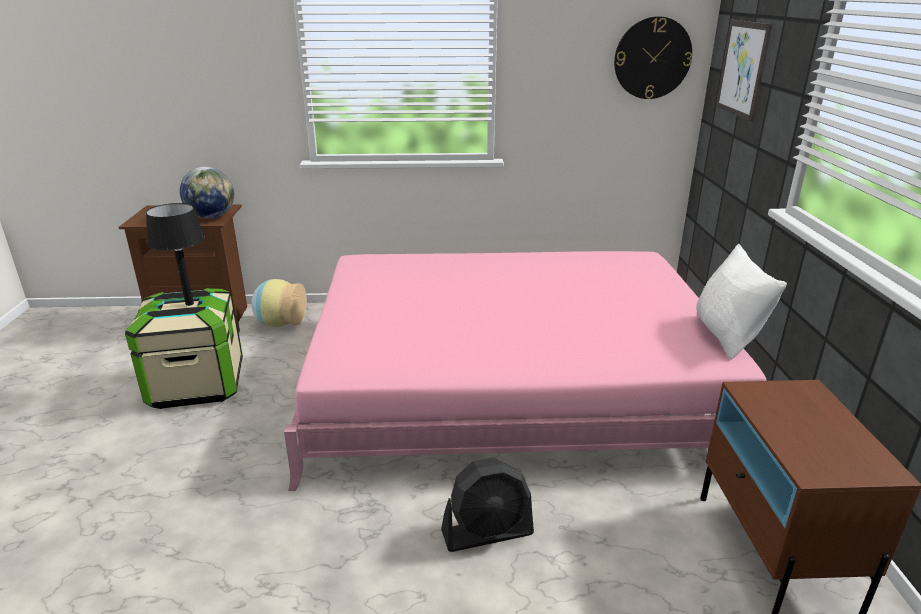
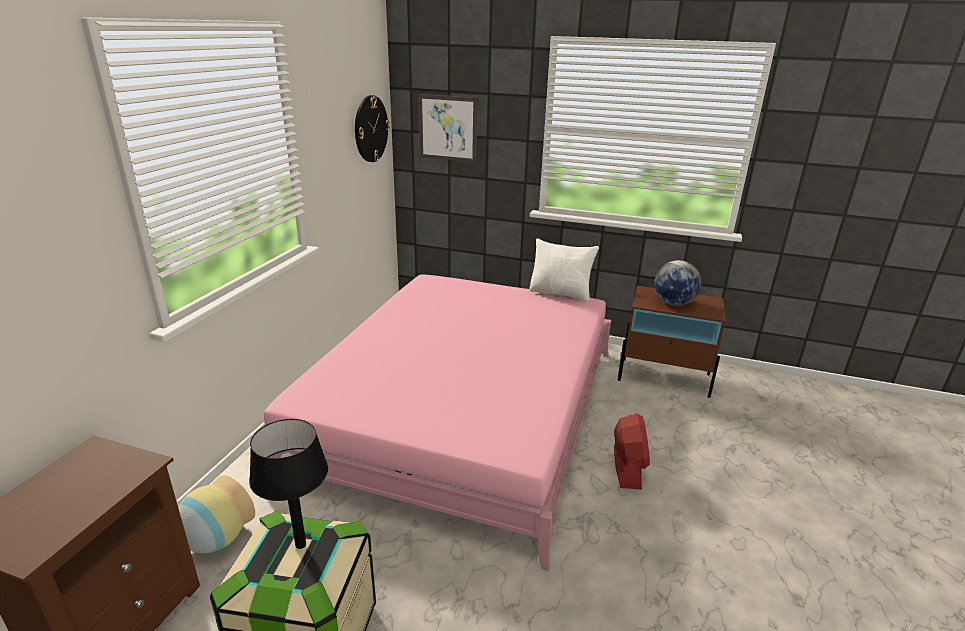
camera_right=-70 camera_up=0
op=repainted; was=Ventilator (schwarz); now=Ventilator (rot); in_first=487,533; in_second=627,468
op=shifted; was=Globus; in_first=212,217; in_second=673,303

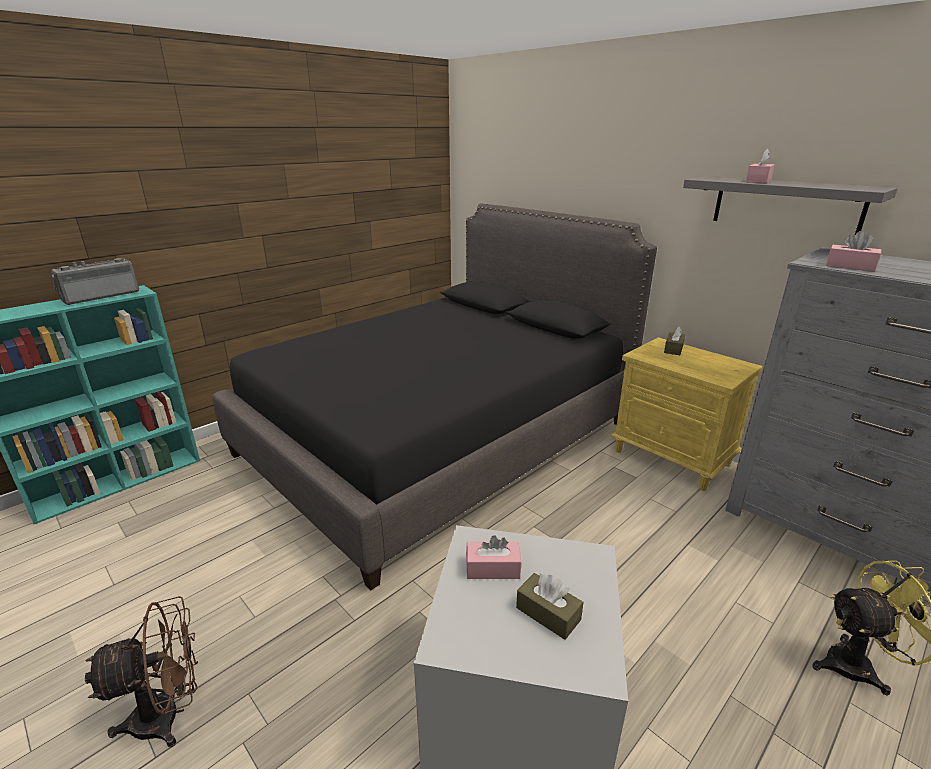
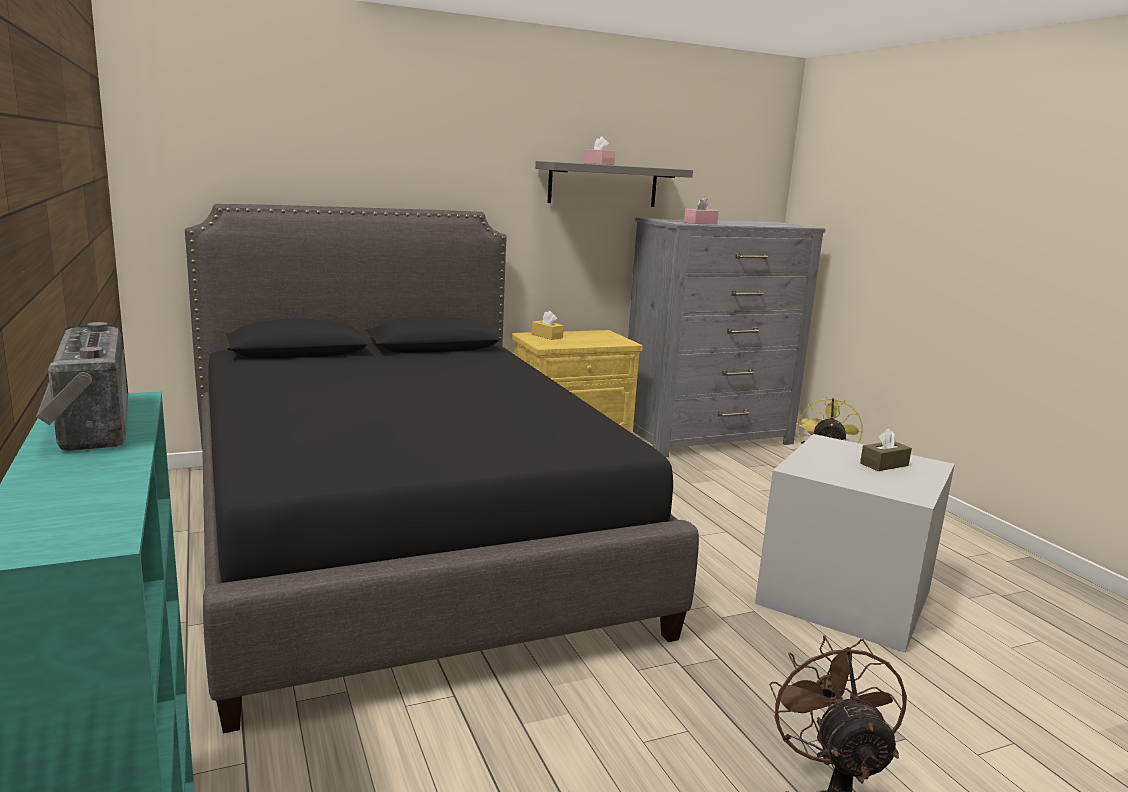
camera_right=-70 camera_up=-10
op=repainted; was=Taschentuchbox (braun); now=Taschentuchbox (gelb); in_first=673,349; in_second=547,336
op=gone; was=Taschentuchbox (rosa); in_first=492,568

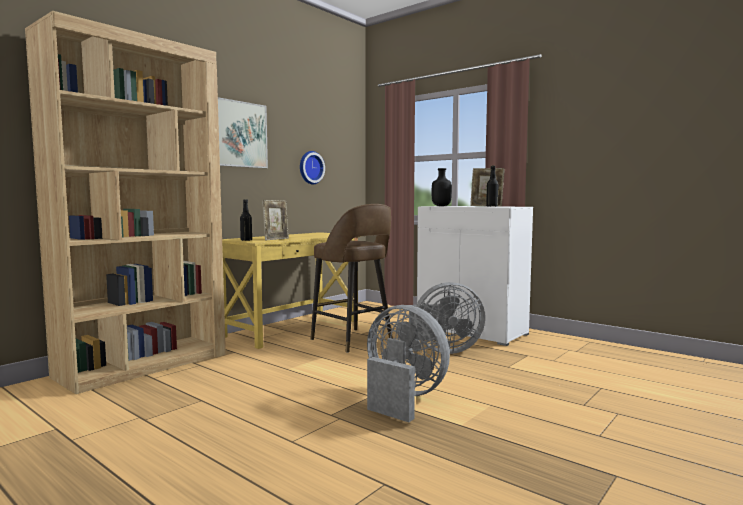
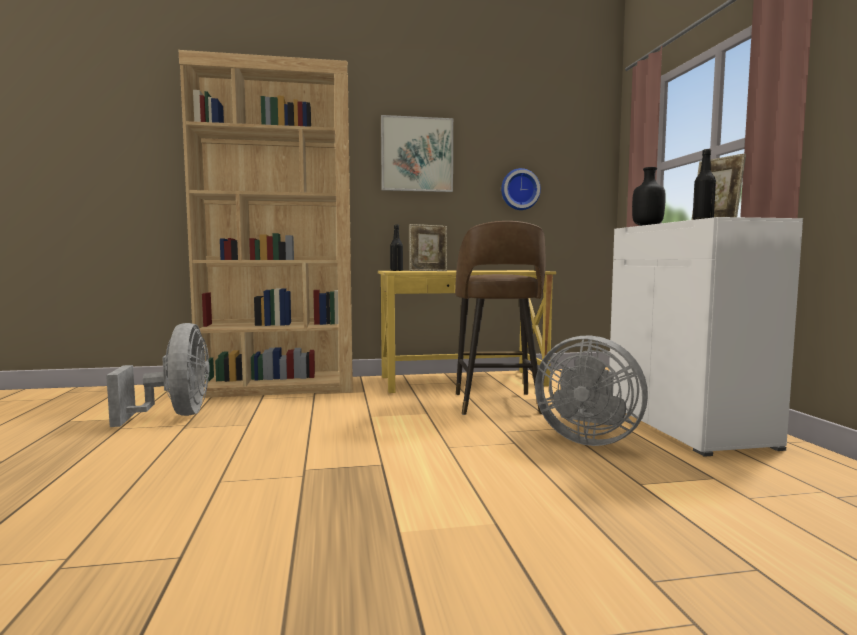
camera_right=40 camera_up=0
op=shifted; was=Ventilator (grau); in_first=402,399; in_second=176,415

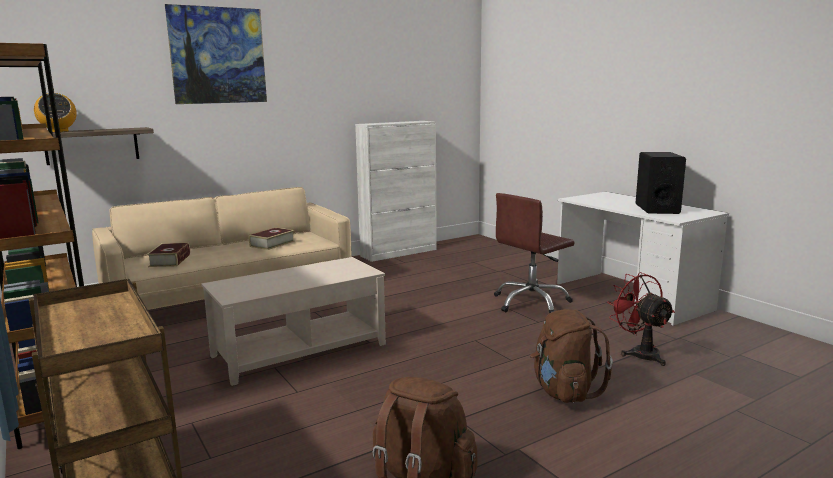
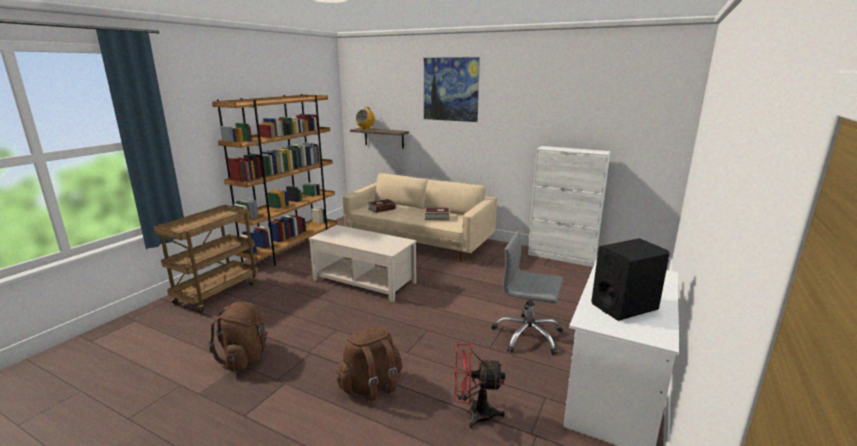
camera_right=60 camera_up=5
op=rotated; was=Ventilator (rot); in_first=639,353; in_second=474,413; clockwise=-120
op=repainted; was=Bürostuhl (braun); now=Bürostuhl (grau); in_first=531,303; in_second=527,336

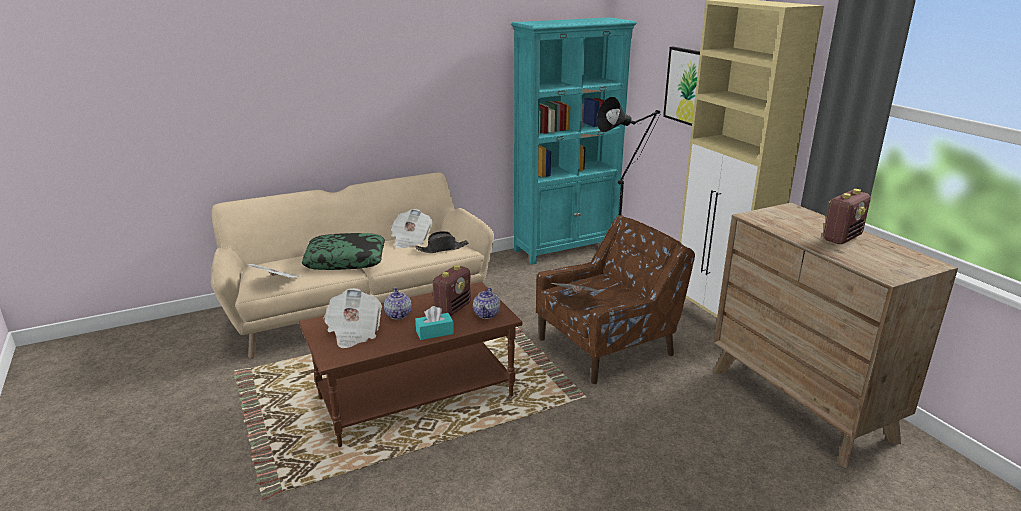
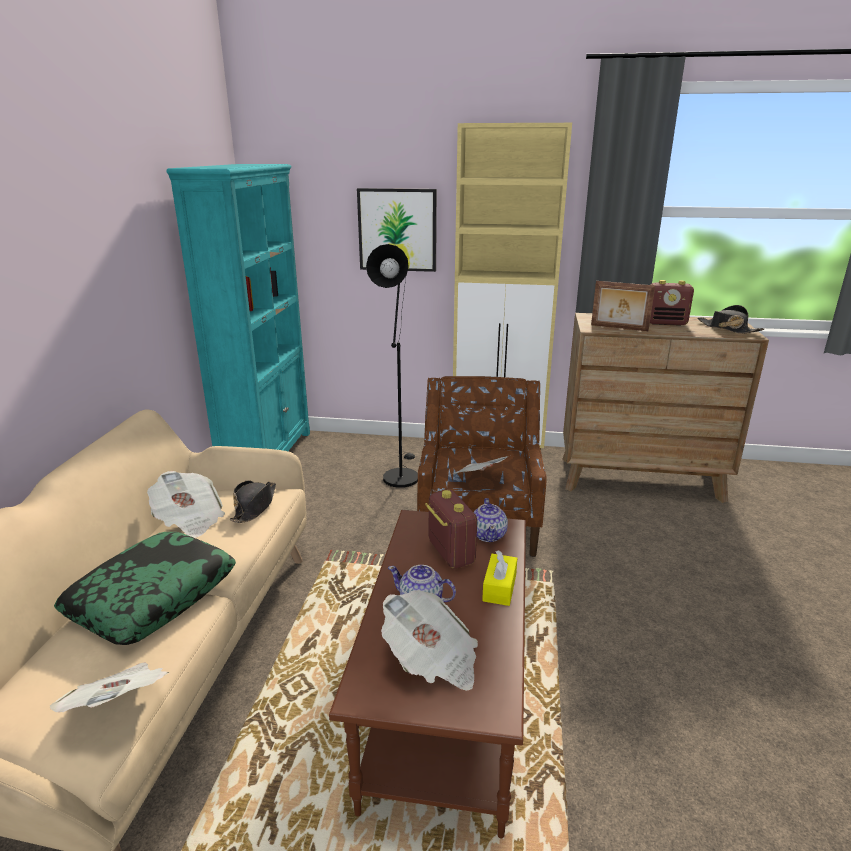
camera_right=-55 camera_up=0
op=rotated; was=Teekanne; in_first=487,314; in_second=488,535; clockwise=45
op=repainted; was=Taschentuchbox (türkis); now=Taschentuchbox (gelb); in_first=434,332; in_second=499,587
op=new; now=Bilderrahmen; in_second=619,328
op=rotated; was=Radio; in_first=842,238; in_second=666,323; clockwise=105
op=new; now=Hut (schwarz); in_second=728,329

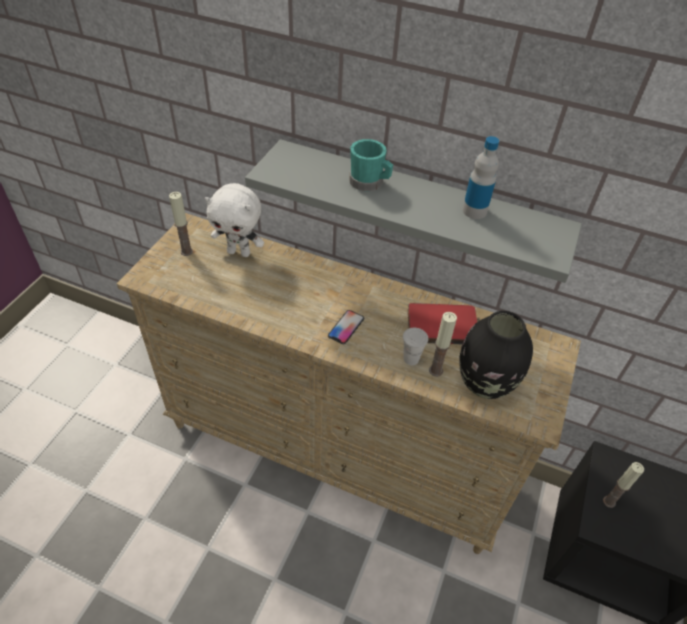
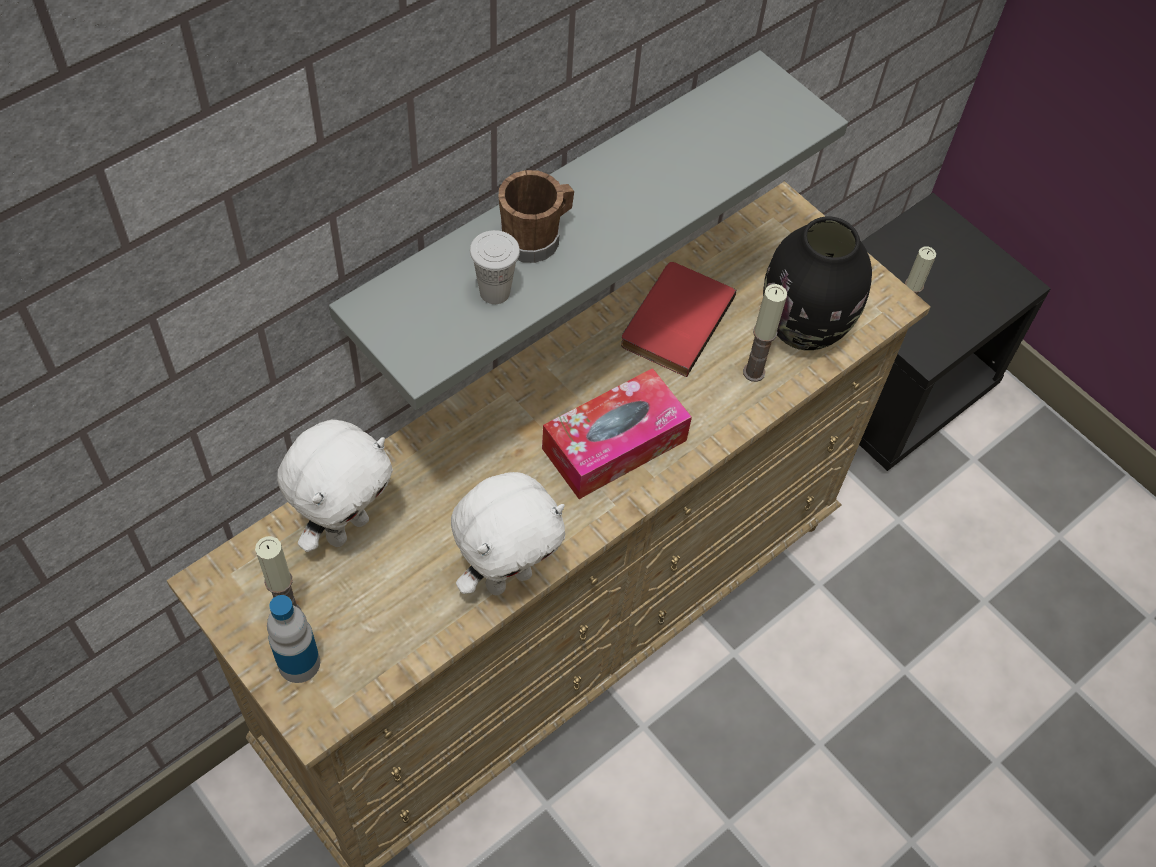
camera_right=-65 camera_up=10
op=shifted; was=Flasche; in_first=474,211; in_second=299,663
op=new; now=Plüschtier (weiß); in_second=508,577
op=shifted; was=Tasse (weiß); in_first=411,359; in_second=494,292
op=repainted; was=Henkelbecher (türkis); now=Henkelbecher (braun); in_first=369,183; in_second=536,237
op=swapped; was=Handy; now=Taschentuchbox; in_first=346,327; in_second=614,444

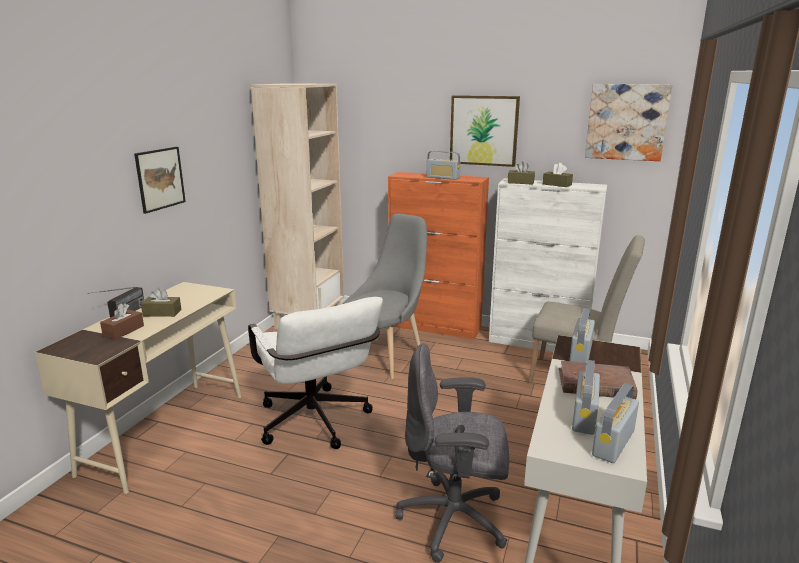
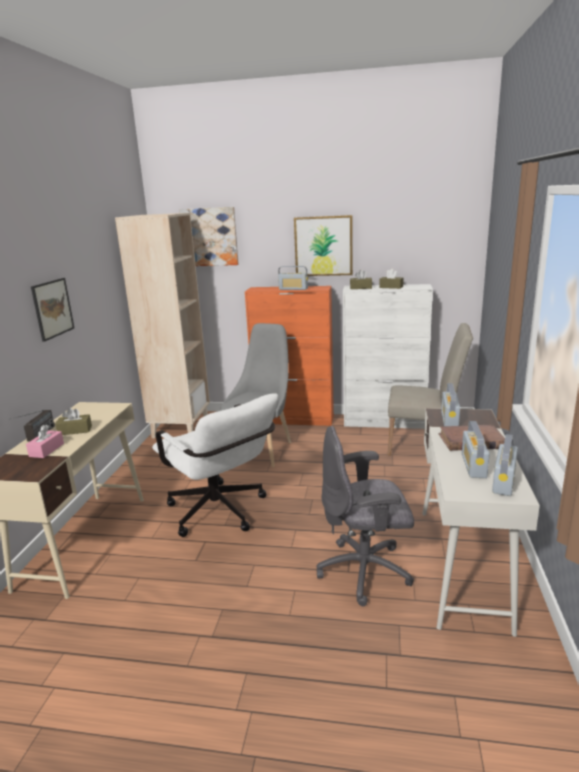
camera_right=-10 camera_up=0
op=repainted; was=Taschentuchbox (braun); now=Taschentuchbox (rosa); in_first=123,331; in_second=46,450
op=shifted; was=Bild; in_first=626,122; in_second=209,237

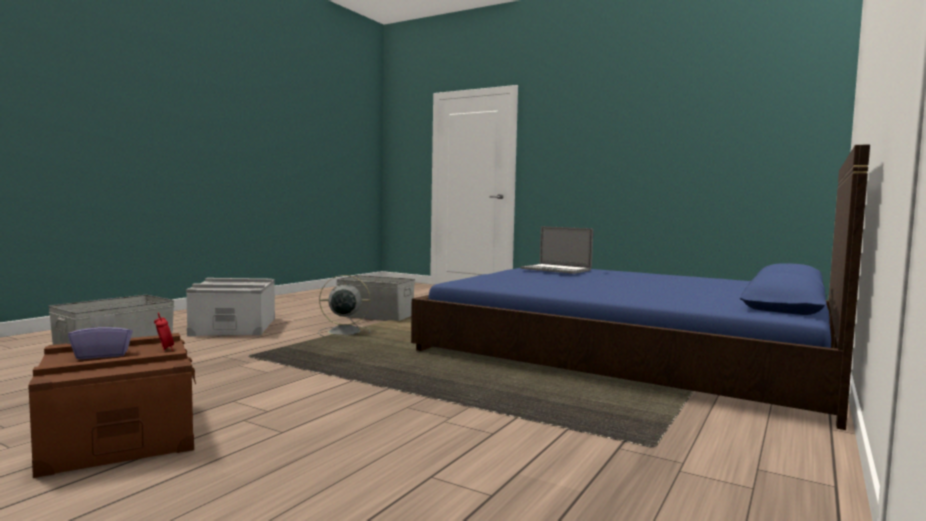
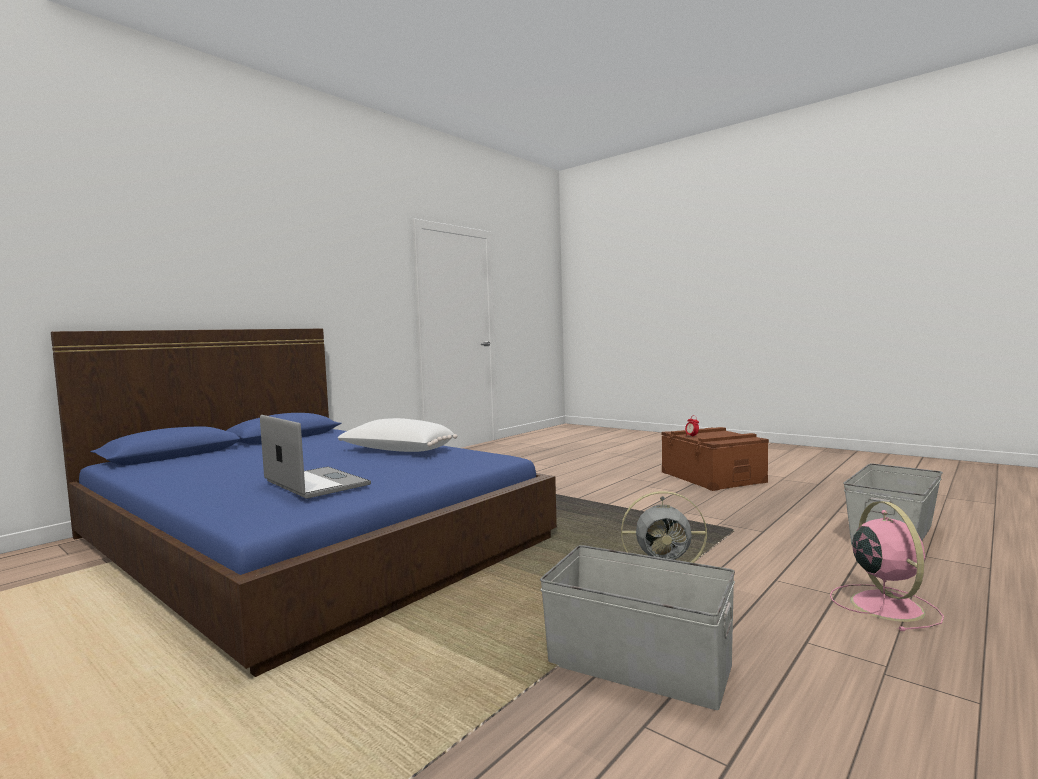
camera_right=-170 camera_up=0
op=new; now=Kissen (weiß); in_second=397,451
op=swapped; was=Aufbewahrungsbox (grau); now=Ventilator (rosa); in_first=234,326; in_second=884,605
op=gone; was=Taschentuchbox (lila); in_first=102,355

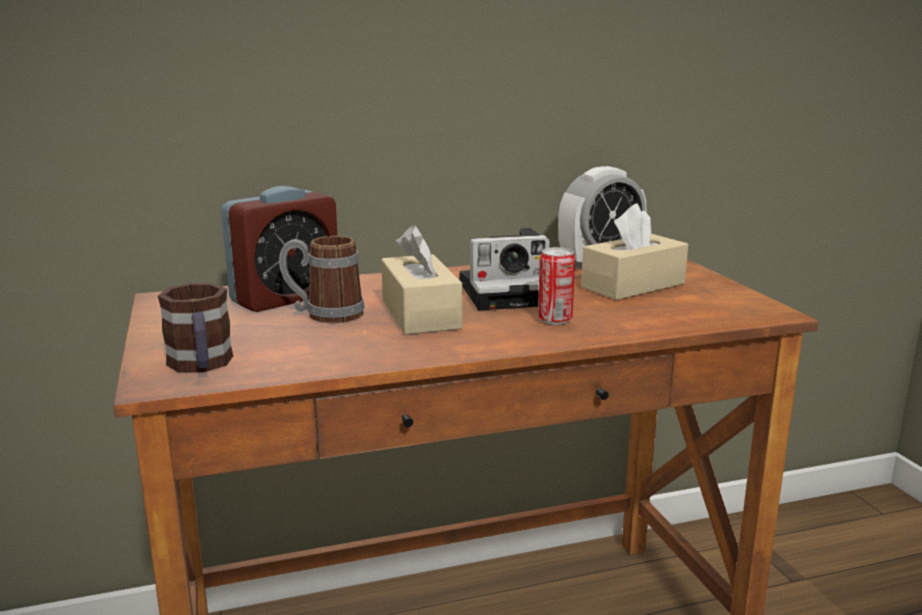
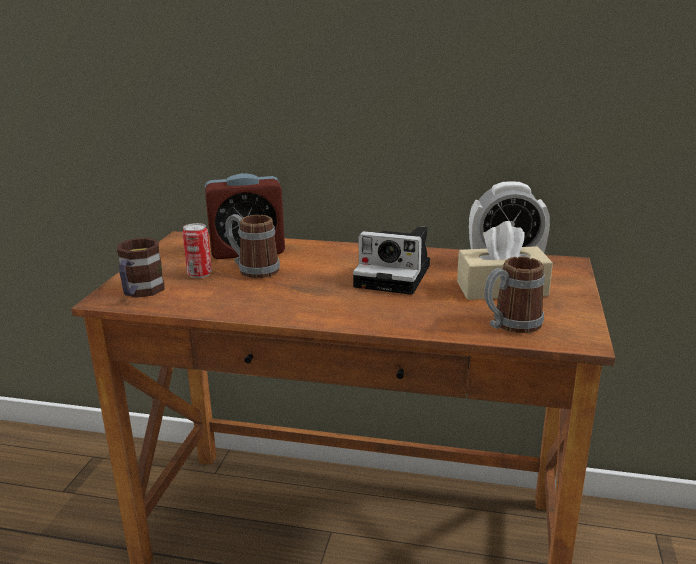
camera_right=30 camera_up=5
op=shifted; was=Dose; in_first=555,320; in_second=199,274
op=new; now=Henkelbecher; in_second=510,325
op=gone; was=Taschentuchbox (beige); in_first=420,314

